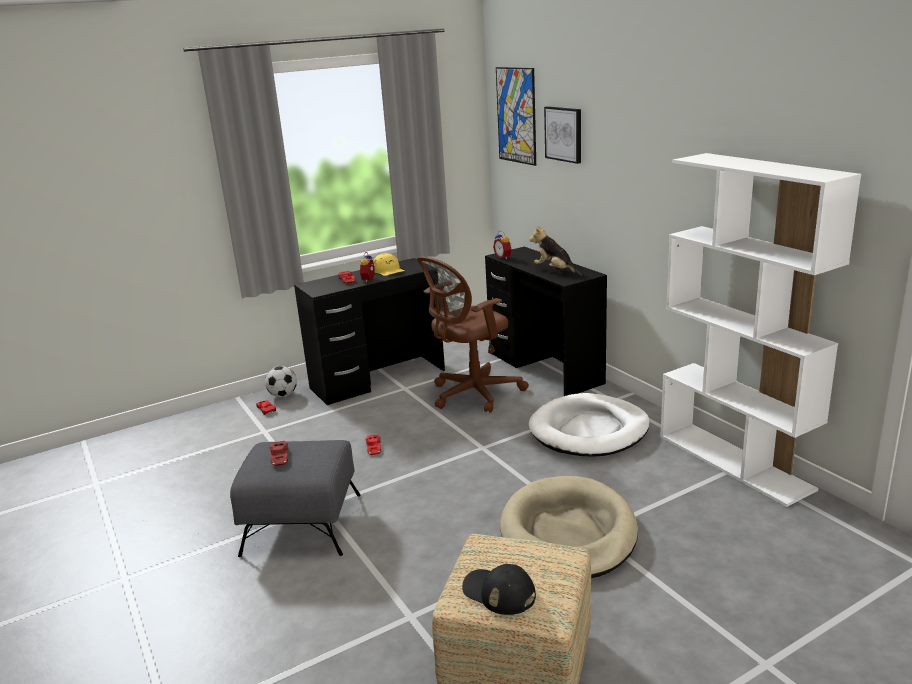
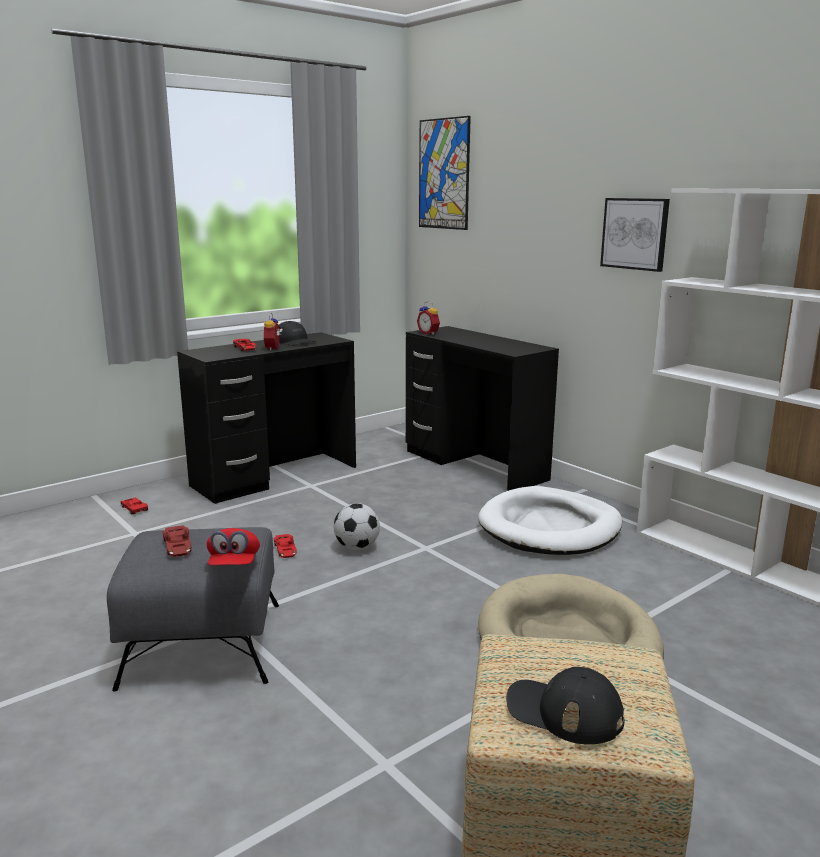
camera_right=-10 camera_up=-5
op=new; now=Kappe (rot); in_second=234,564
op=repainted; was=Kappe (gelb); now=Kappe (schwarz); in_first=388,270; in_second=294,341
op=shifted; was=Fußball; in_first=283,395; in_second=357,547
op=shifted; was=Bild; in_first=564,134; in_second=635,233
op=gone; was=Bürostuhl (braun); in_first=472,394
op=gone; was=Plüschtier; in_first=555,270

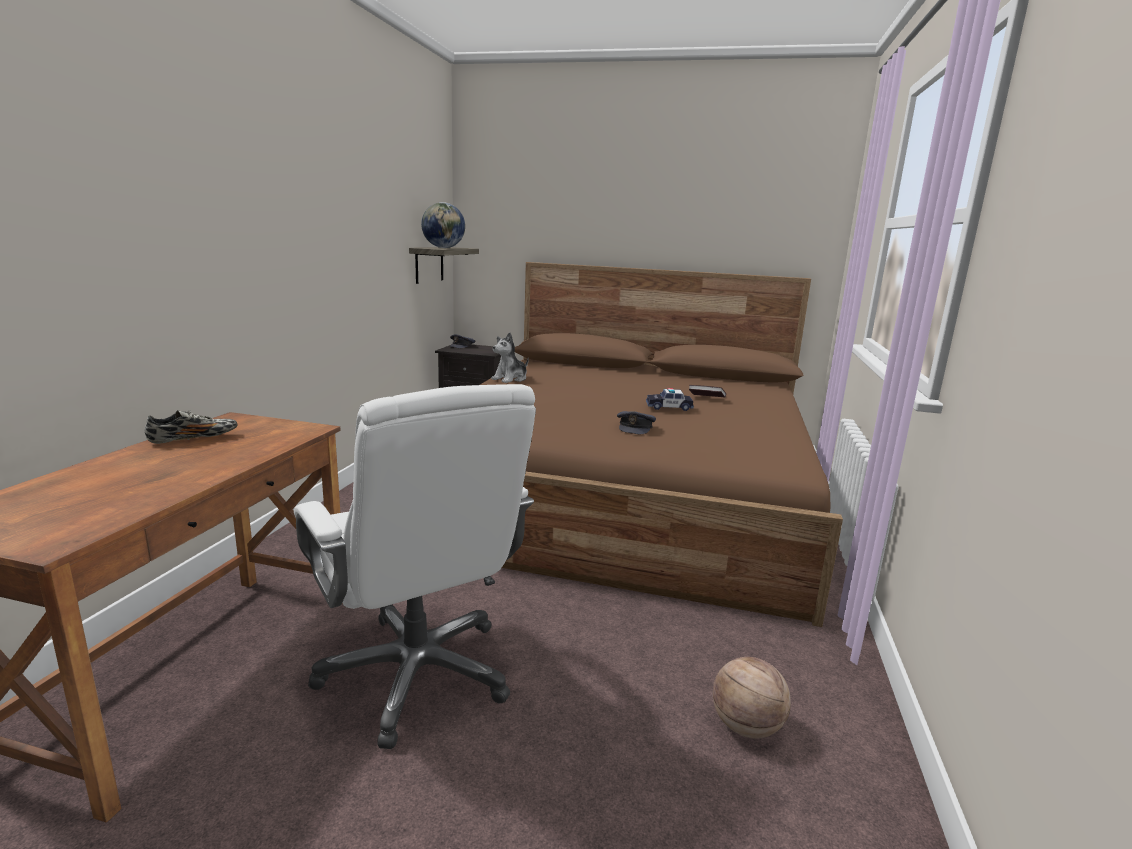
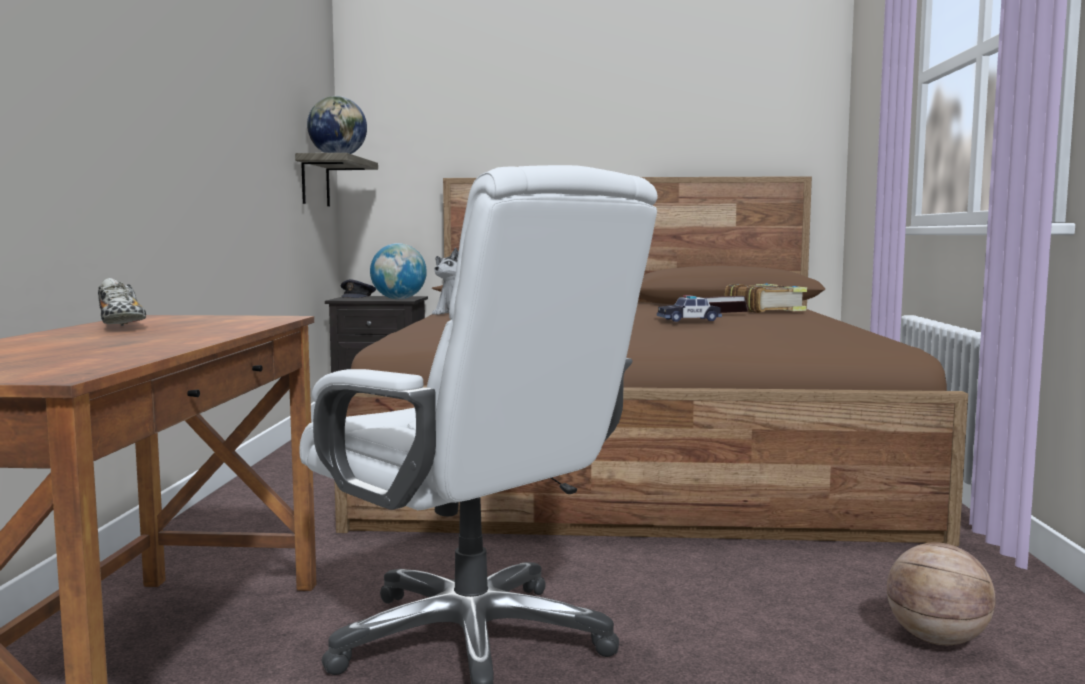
camera_right=-10 camera_up=-10
op=rotated; was=Schuh; in_first=194,439; in_second=121,326; clockwise=105
op=new; now=Globus; in_second=399,299
op=new; now=Buch; in_second=764,310
op=gone; was=Kappe (grau); in_first=635,427

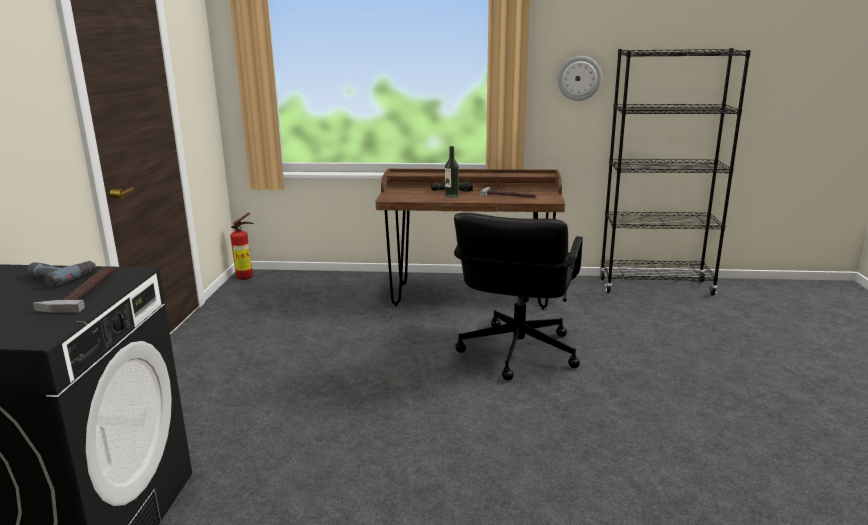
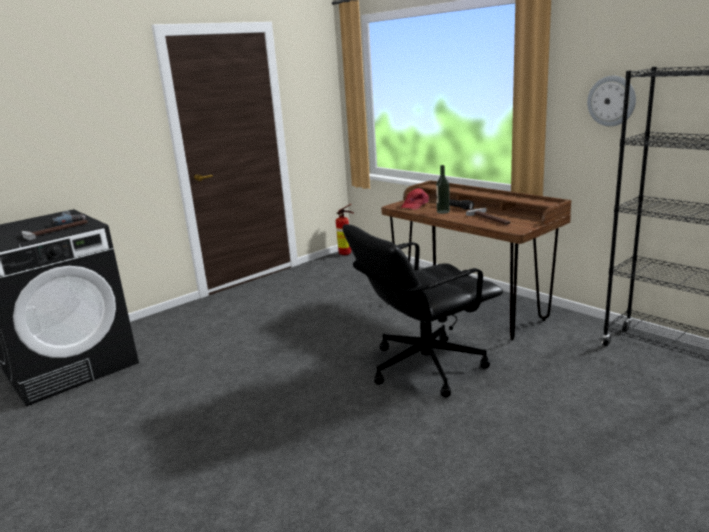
camera_right=45 camera_up=0
op=new; now=Kappe (rot); in_second=415,205

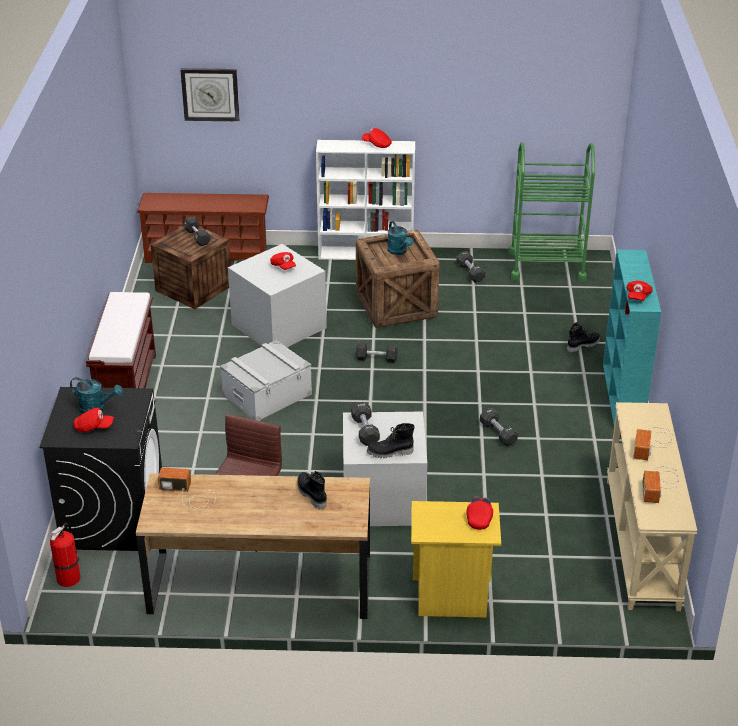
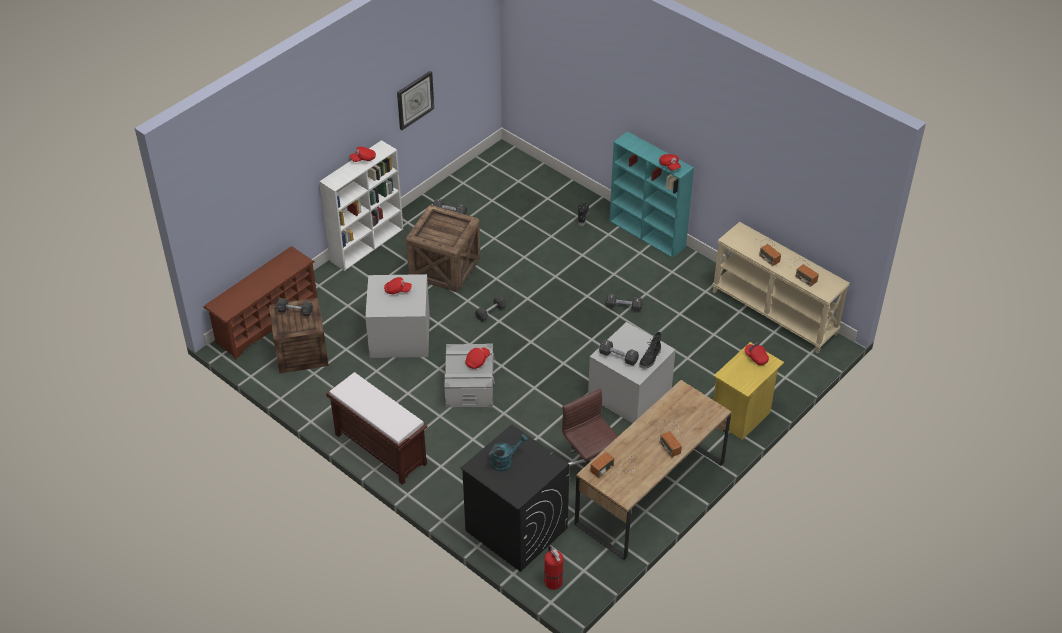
camera_right=-50 camera_up=10
op=shifted; was=Wanduhr; in_first=210,94; in_second=415,100
op=shifted; was=Kappe (rot); in_first=93,427; in_second=477,361
op=new; now=Radio; in_second=671,437
op=gone; was=Stiefel (schwarz); in_first=311,494
op=gone; was=Gießkanne (türkis); in_first=399,251
op=gone; was=Rollwagen (grün); in_first=546,266

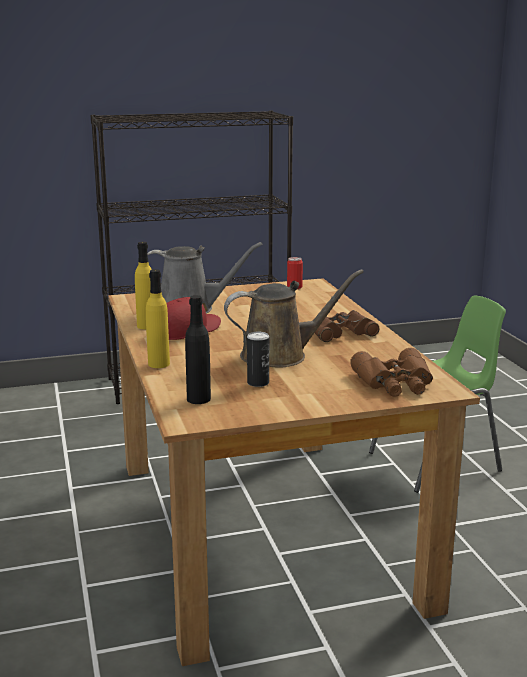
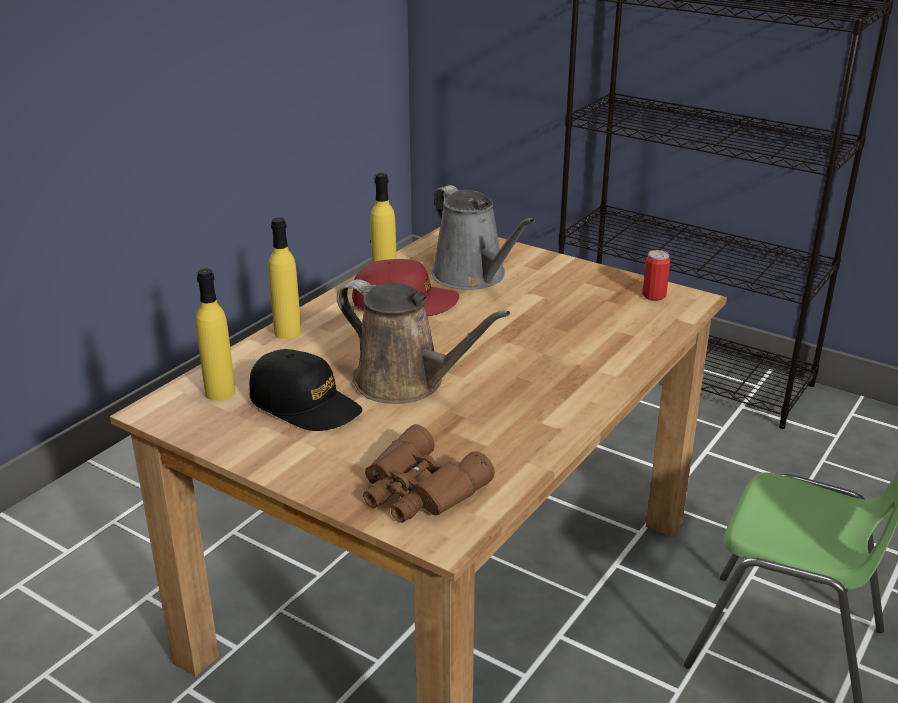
camera_right=50 camera_up=10
op=repainted; was=Flasche (schwarz); now=Flasche (gelb); in_first=198,399; in_second=220,392
op=swapped; was=Dose; now=Kappe (schwarz); in_first=258,383; in_second=305,405
op=gone; was=Fernglas (braun); in_first=341,333

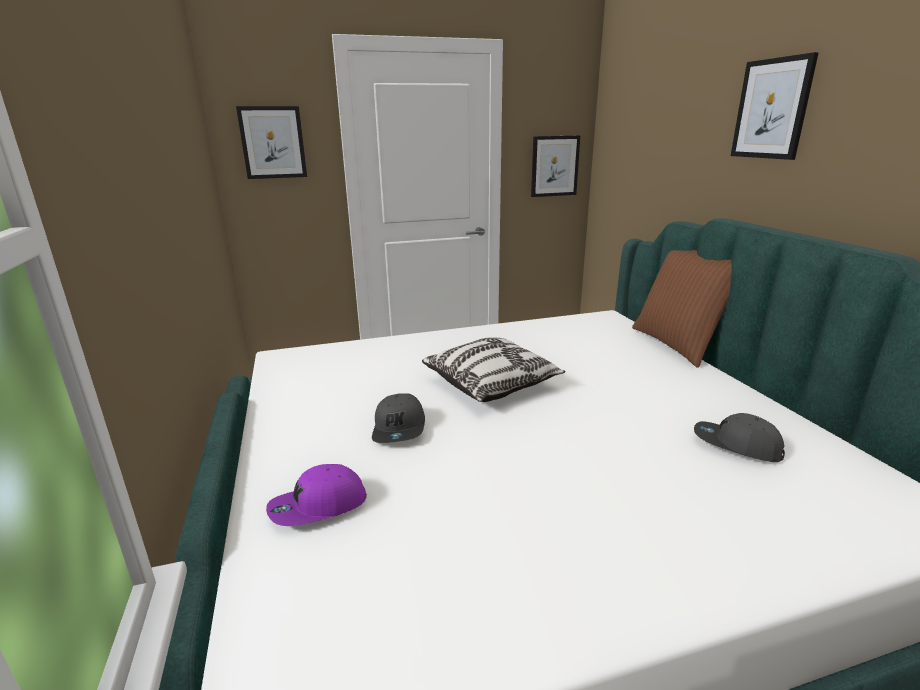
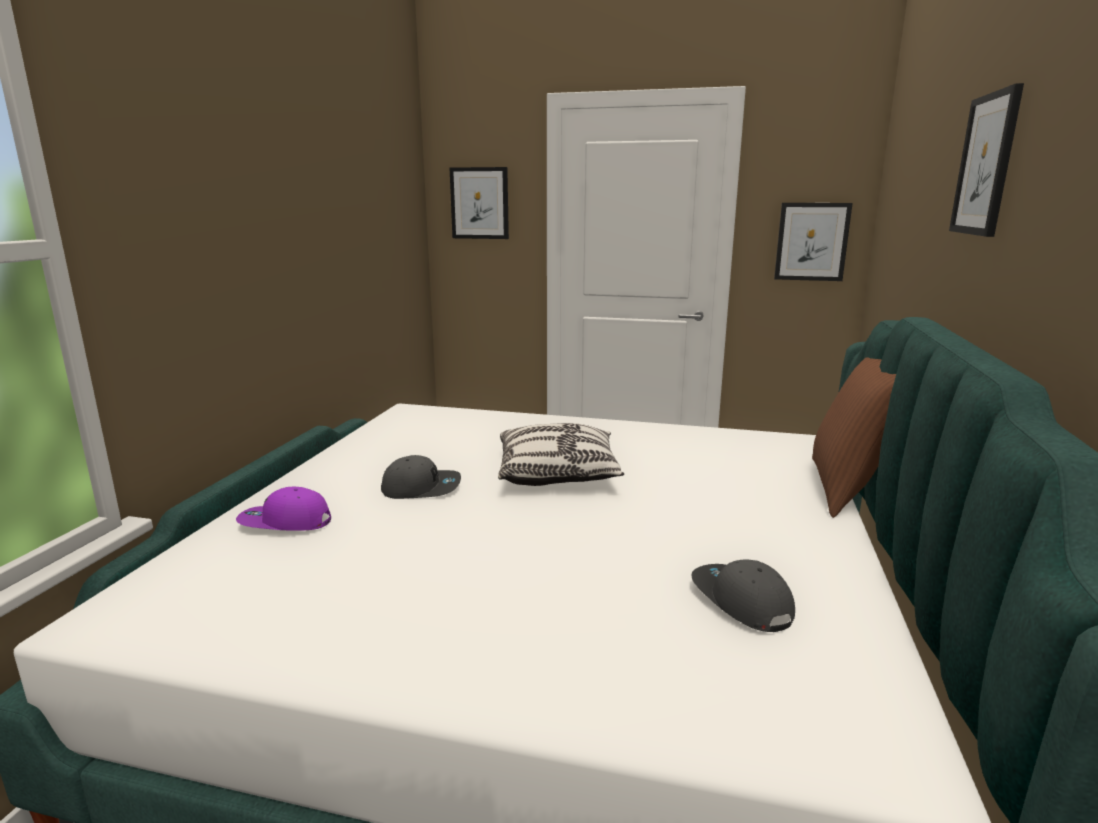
camera_right=30 camera_up=-5
op=rotated; was=Kappe (grau); in_first=400,428; in_second=421,488; clockwise=-120

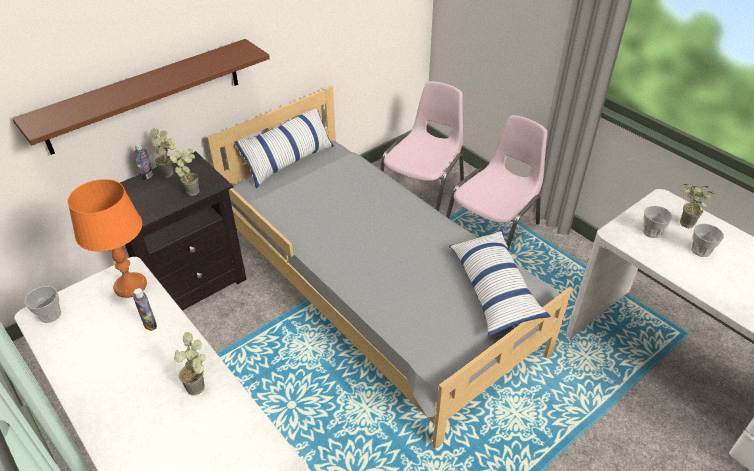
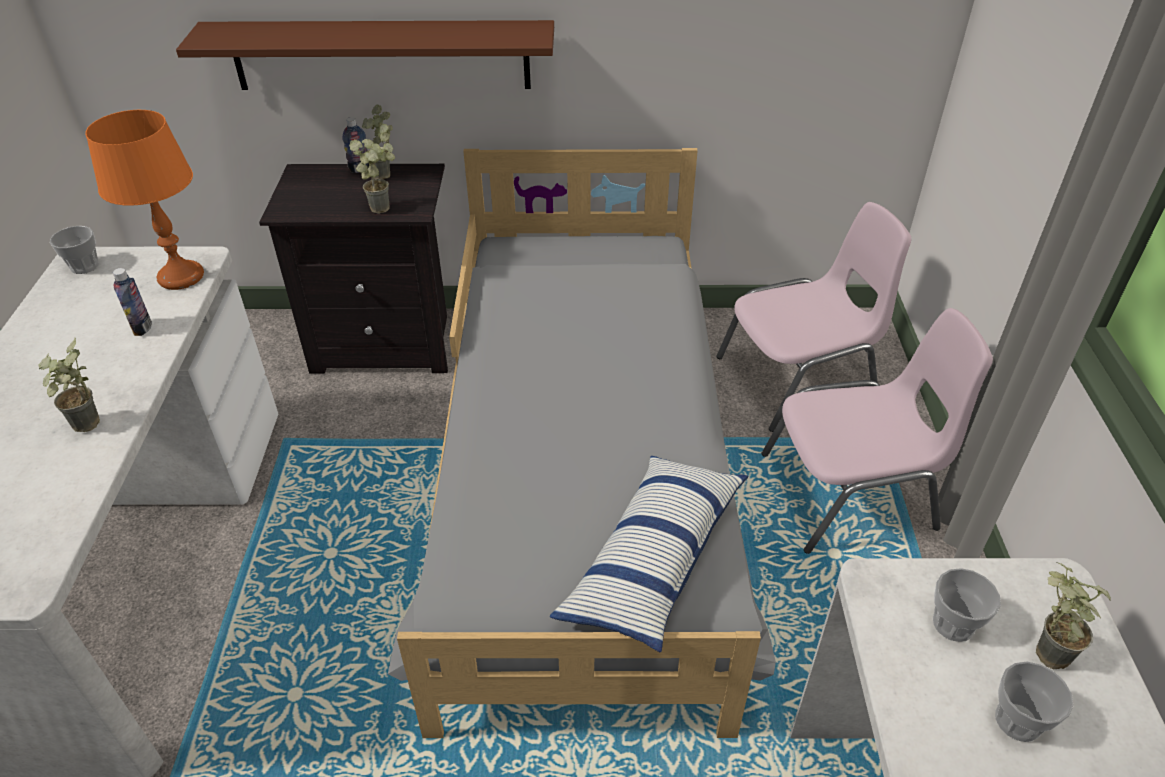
camera_right=40 camera_up=0
op=gone; was=Kissen; in_first=289,162

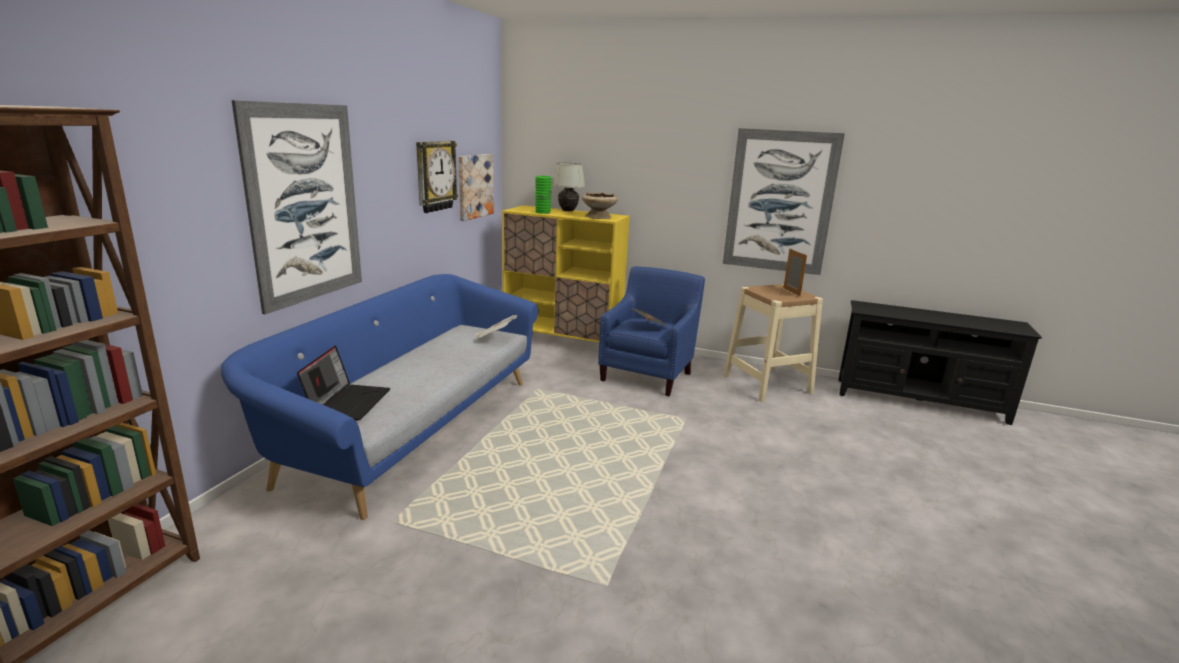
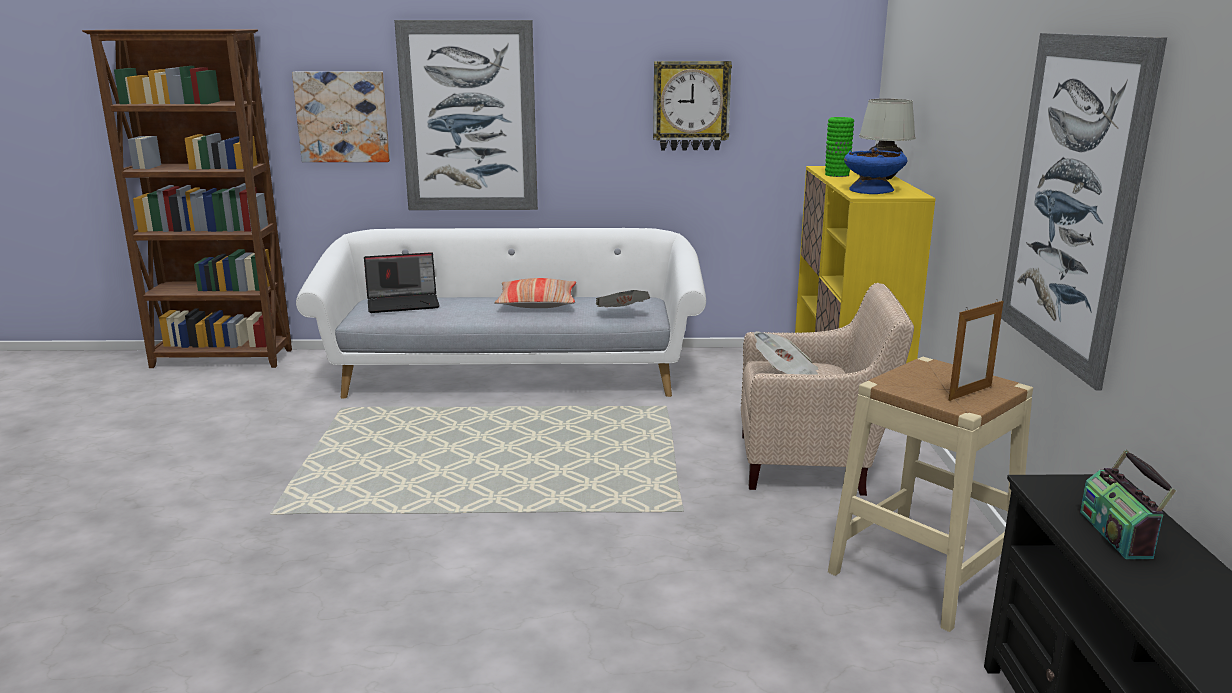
camera_right=70 camera_up=0
op=shifted; was=Bild; in_first=475,186; in_second=342,117
op=repainted; was=Sofa (blau); now=Sofa (weiß); in_first=412,426; in_second=512,374
op=new; now=Kissen; in_second=537,303
op=repainted; was=Sessel (blau); now=Sessel (beige); in_first=648,374; in_second=812,464
op=repainted; was=Schüssel (beige); now=Schüssel (blau); in_first=599,217; in_second=872,190
op=new; now=Radio; in_second=1117,534

